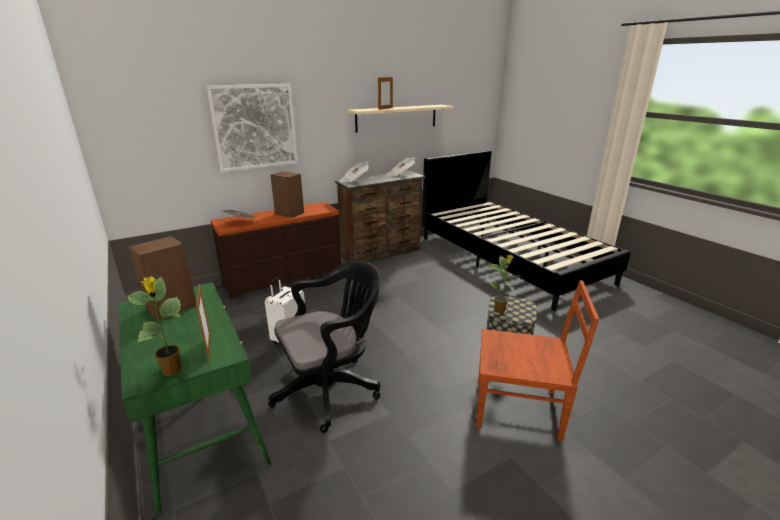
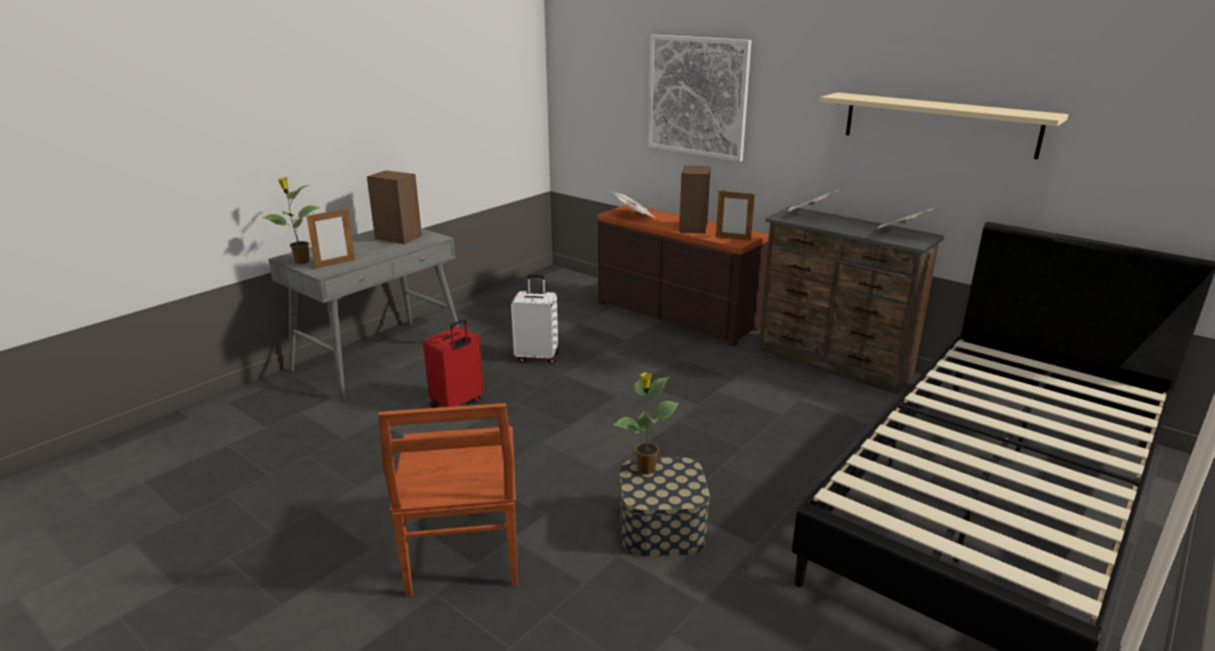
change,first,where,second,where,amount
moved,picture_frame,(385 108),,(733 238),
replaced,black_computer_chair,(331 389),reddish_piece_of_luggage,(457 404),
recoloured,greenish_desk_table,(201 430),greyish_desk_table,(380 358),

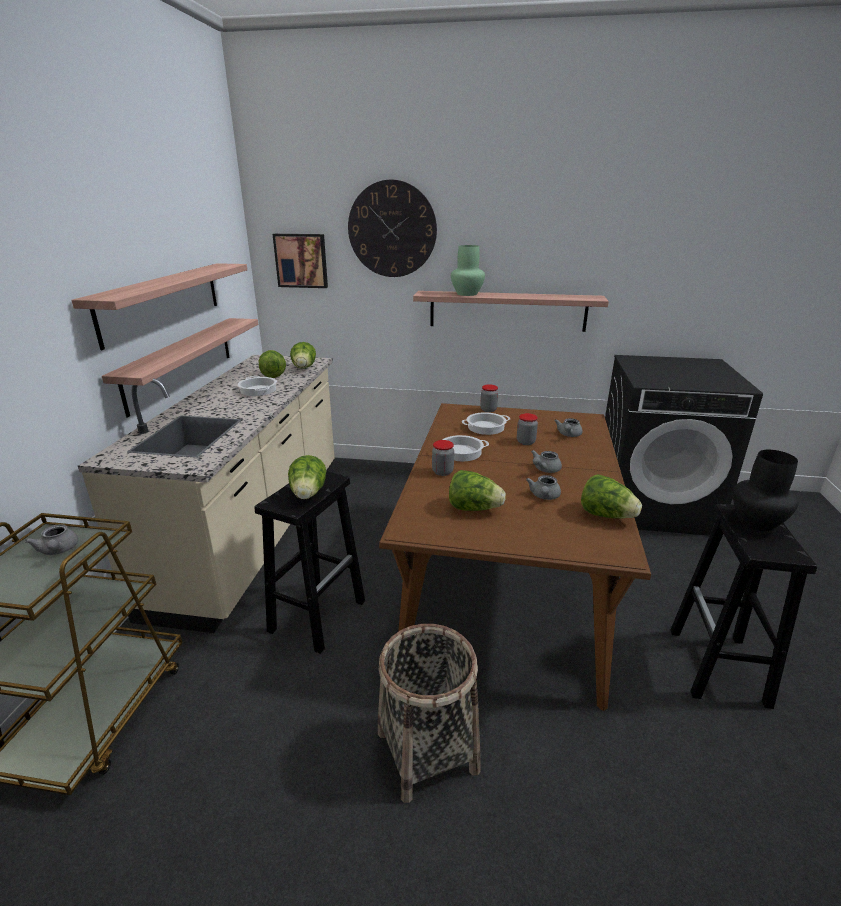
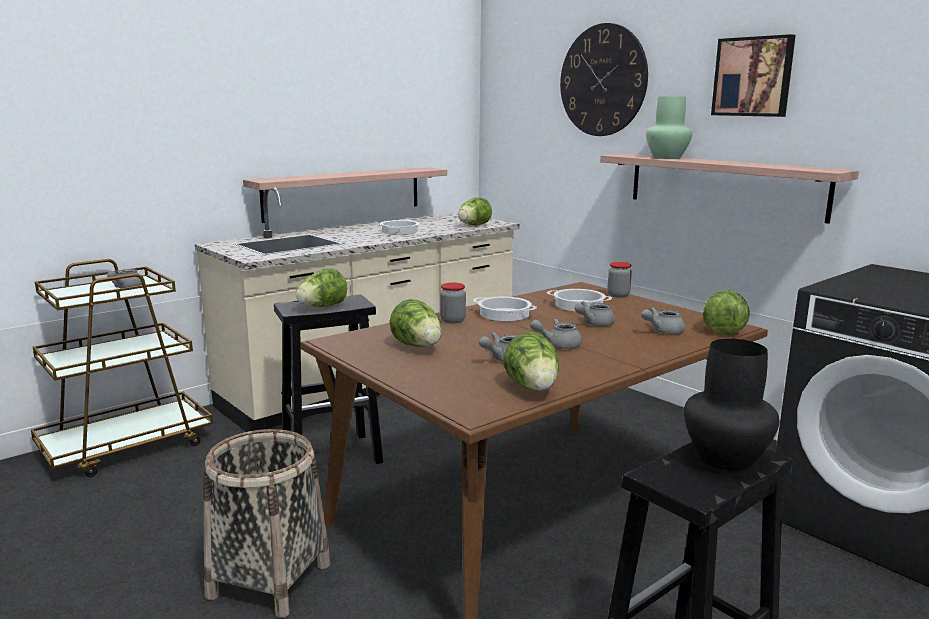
change,first,where,second,where,amount
removed,wall_shelf,(162 301),,,
moved,lettuce_head,(272 374),,(723 330),
moved,picture,(301 260),,(753 77),
replaced,preserve_jar,(525 442),greyish_tea_pot,(594 324),

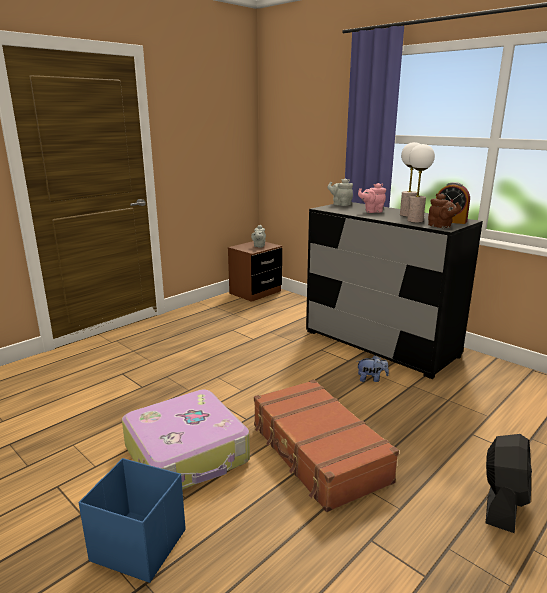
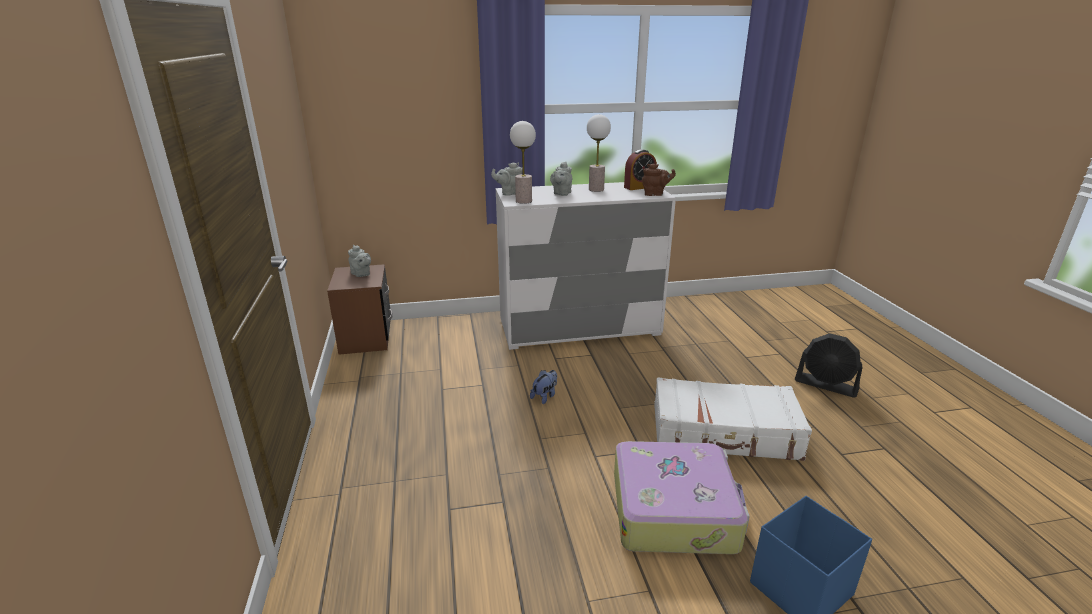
change,first,where,second,where,amount
moved,plush_toy,(371 379),,(545 396),
moved,lamp_for_a_table,(415 221),,(523 201),
recoloured,brownish_piece_of_luggage,(317 453),white_piece_of_luggage,(724 433),
recoloured,black_dresser,(379 343),white_dresser,(579 328),
recoloured,pinkish_tea_pot,(372 211),greyish_tea_pot,(561 193),
turned,black_cooling_fan,(503 503),,(826 385),150 degrees clockwise

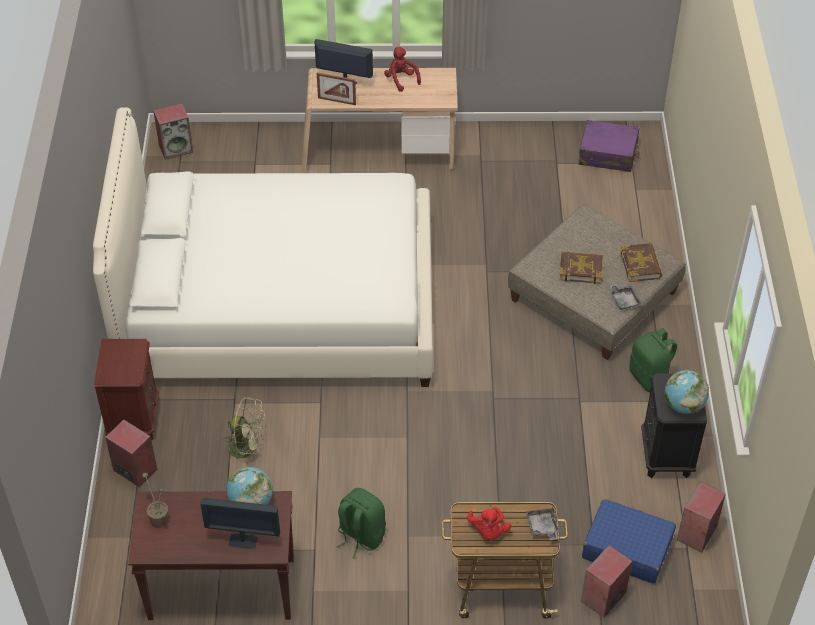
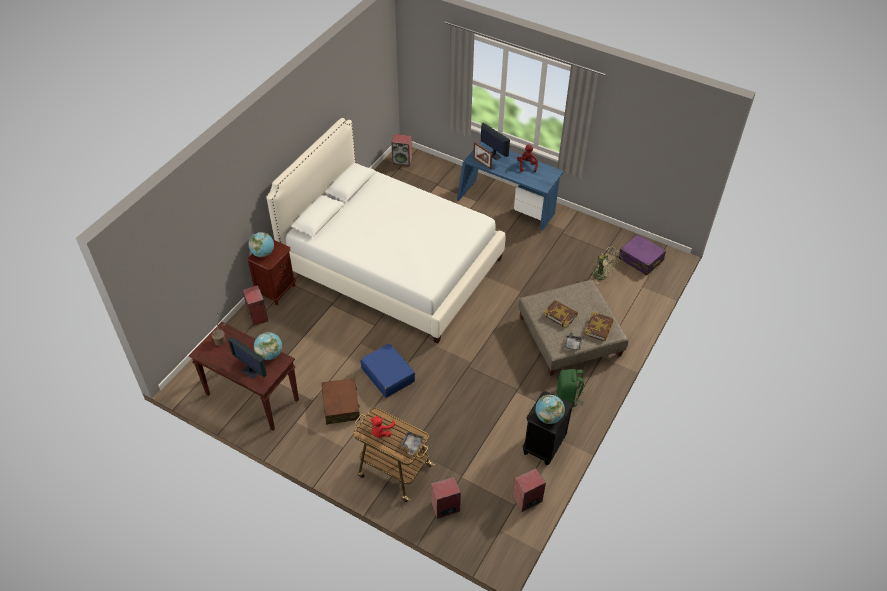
change,first,where,second,where,amount
added,,,world_globe,(263 253),
moved,greenish_cooling_fan,(247 448),,(603 276),
moved,blue_piece_of_luggage,(626 548),,(388 374),
replaced,greenish_knapsack,(360 536),brownish_piece_of_luggage,(341 405),
recoloured,sand-coloured_desk_table,(378 154),blue_desk_table,(506 206),

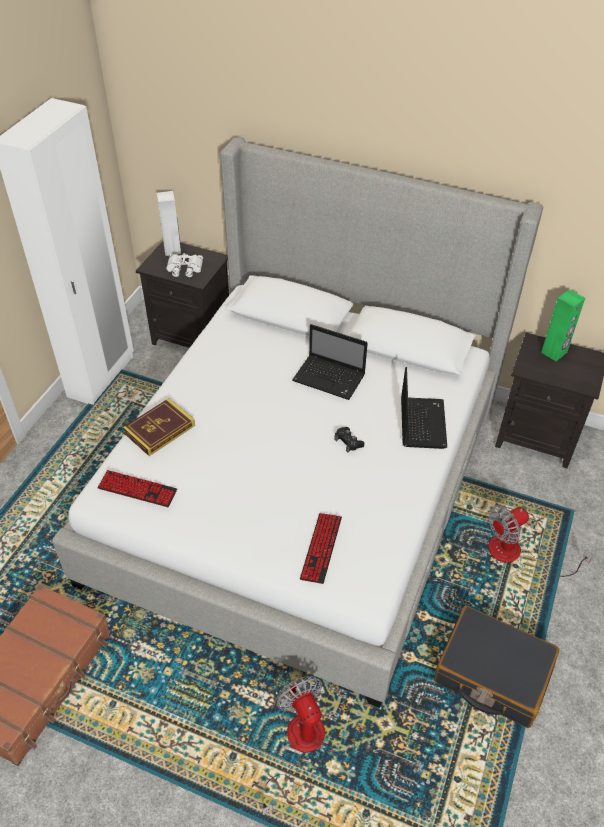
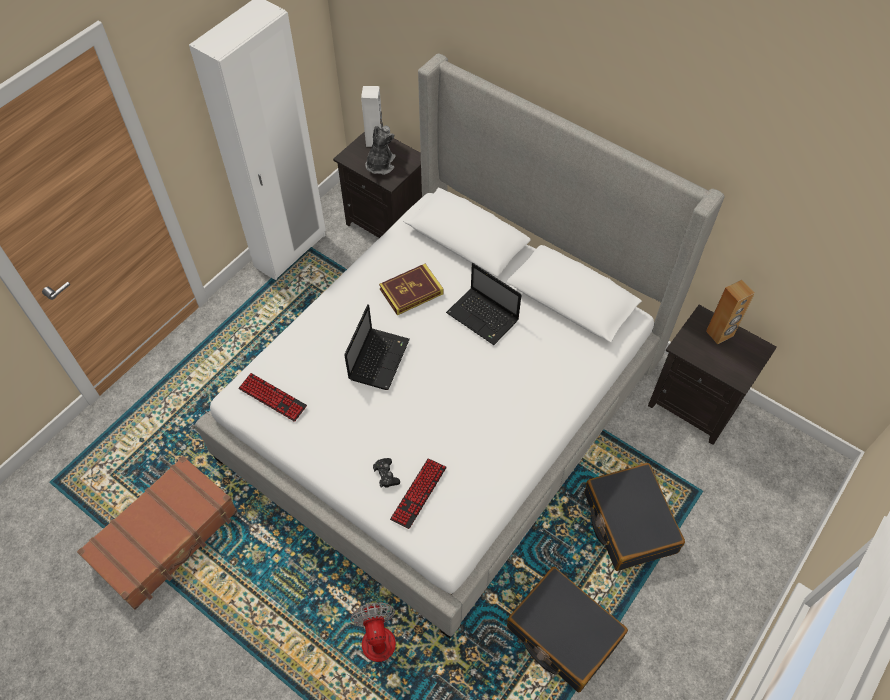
change,first,where,second,where,amount
moved,bound_book,(159 429),,(411 291),
moved,black_game_controller,(348 442),,(386 475),
moved,laptop,(422 422),,(379 358),
replaced,white_pair_of_binoculars,(184 268),plush_toy,(380 165),
replaced,cooling_fan,(516 553),black_piece_of_luggage,(629 522),
recoloured,greenish_speaker,(554 352),brownish_speaker,(719 334),

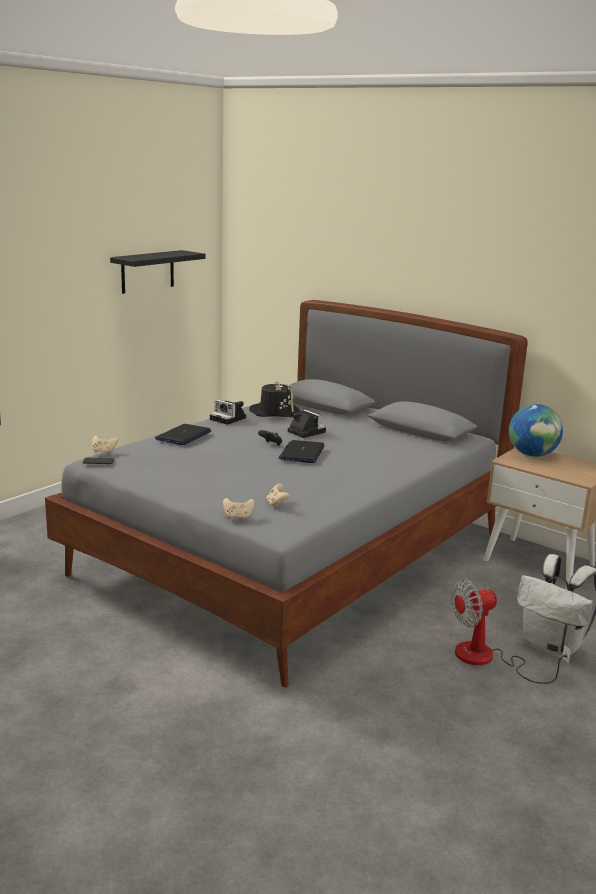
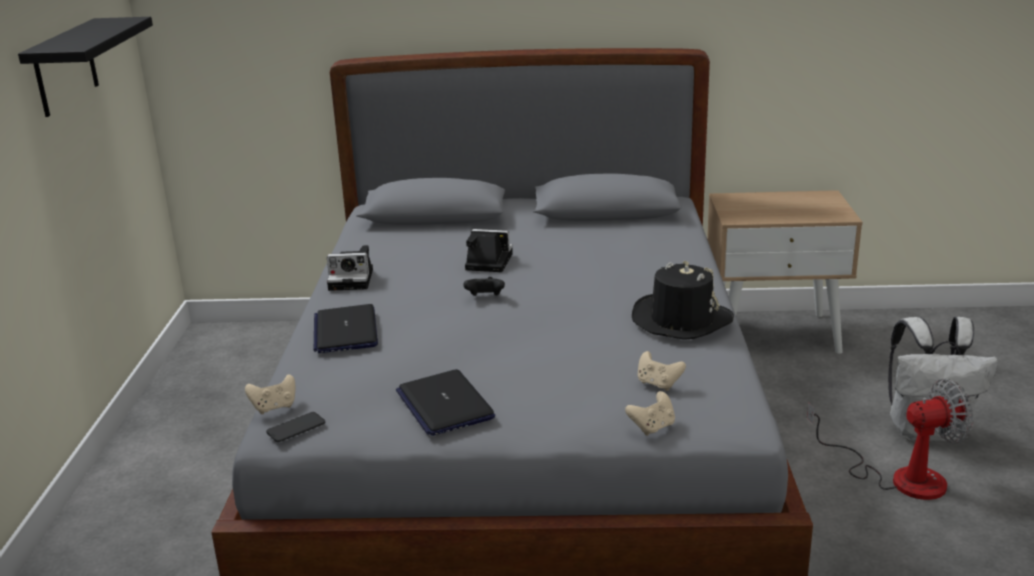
change,first,where,second,where,amount
removed,world_globe,(532 455),,,
moved,black_hat,(275 412),,(681 320),
moved,laptop,(302 453),,(444 404),
turned,cooling_fan,(488 659),,(899 477),135 degrees counterclockwise

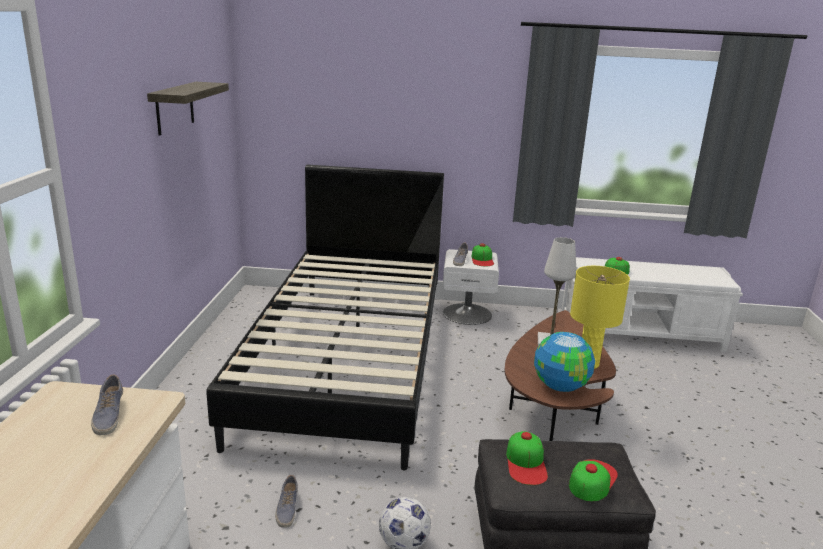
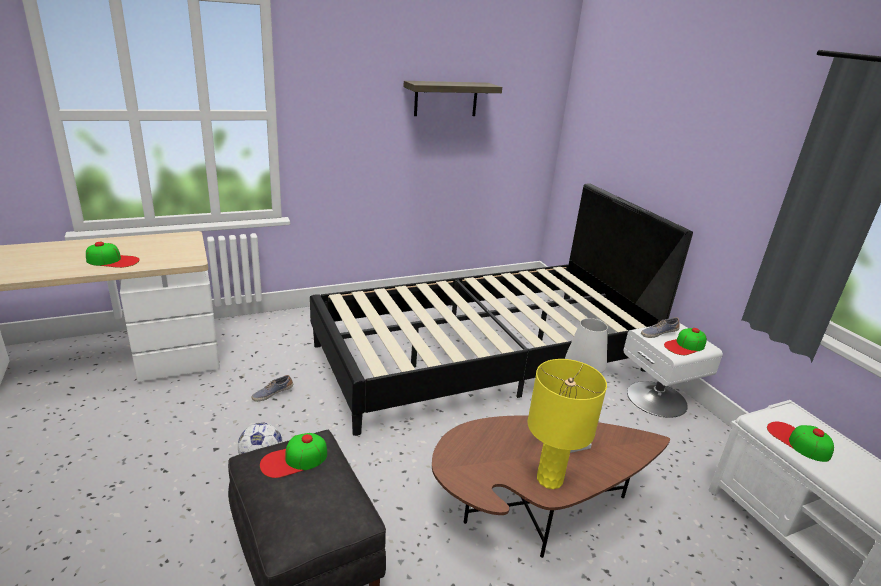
change,first,where,second,where,amount
removed,item_of_footwear,(108 416),,,
removed,world_globe,(560 386),,,
moved,baseball_cap,(592 480),,(113 260),

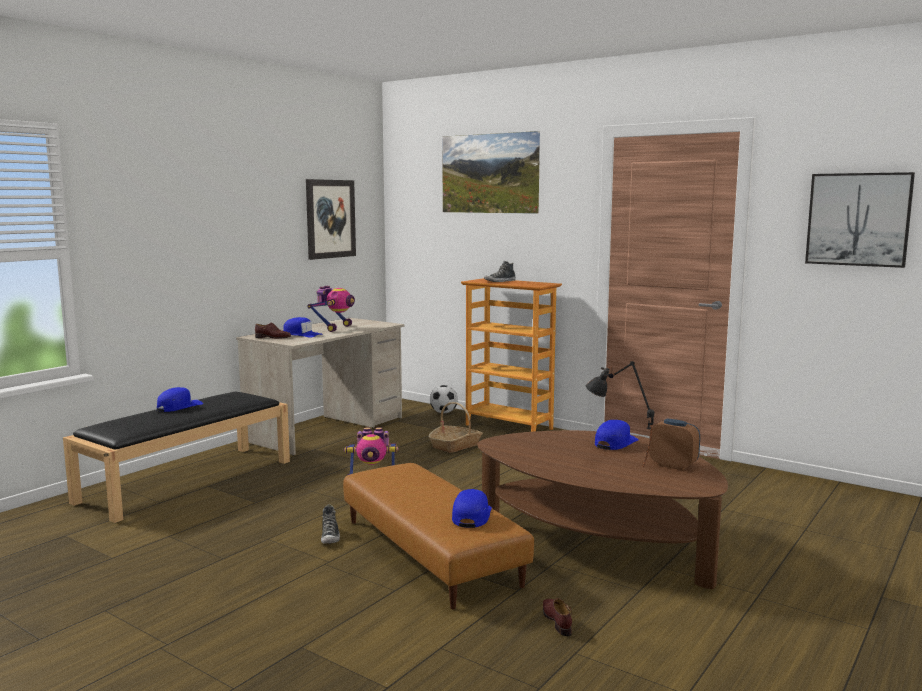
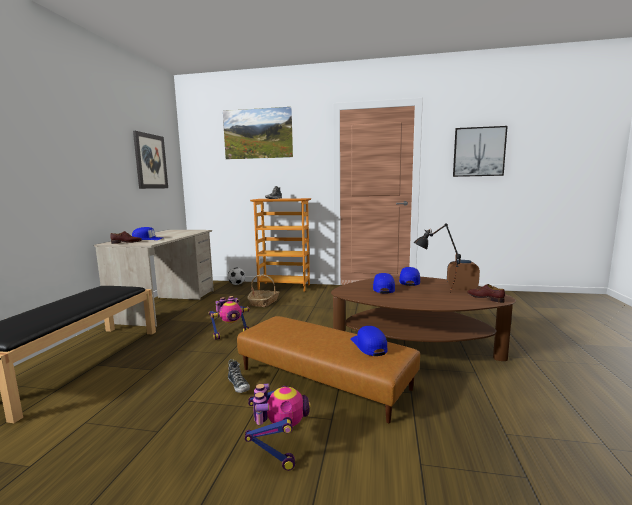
change,first,where,second,where,amount
moved,blue_baseball_cap,(179 407),,(383 288),
moved,robot_figure,(334 328),,(278 447),
moved,brownish_item_of_footwear,(557 620),,(485 298),

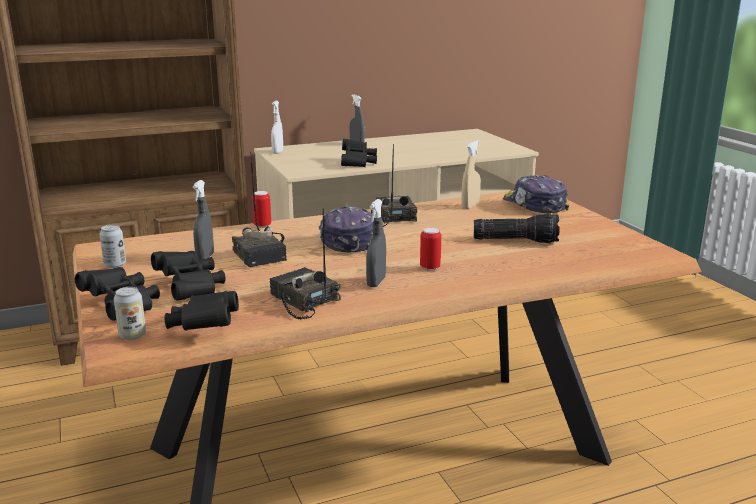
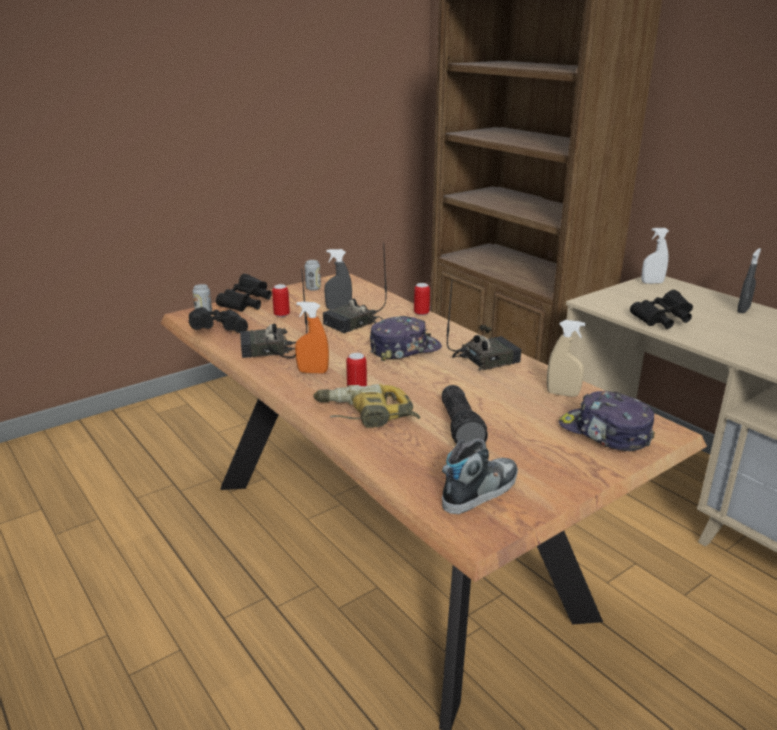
change,first,where,second,where,amount
added,,,power_drill,(365 415),
added,,,item_of_footwear,(480 491),
replaced,black_pair_of_binoculars,(190 287),can,(281 315),
recoloured,greyish_spray_bottle,(376 282),orangey_spray_bottle,(313 372),
turned,radio_set,(302 301),,(267 351),135 degrees counterclockwise
turned,baseball_cap,(534 205),,(604 433),90 degrees counterclockwise

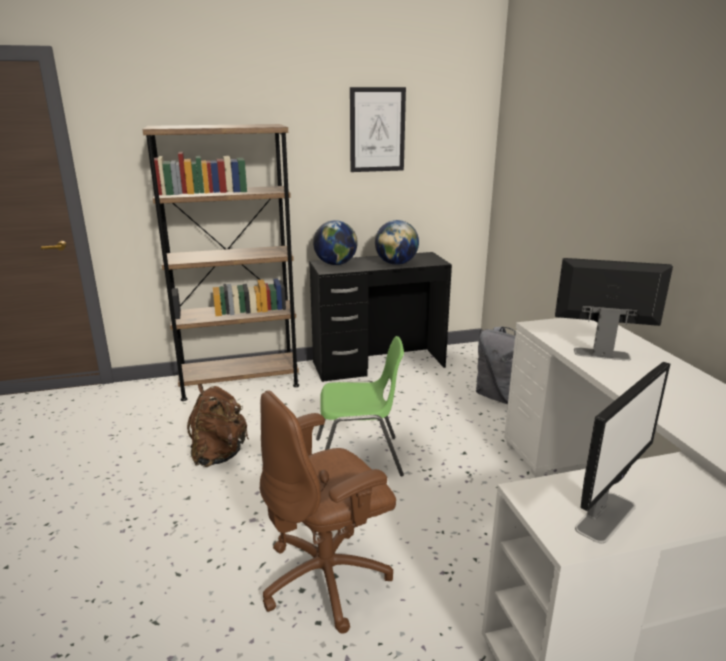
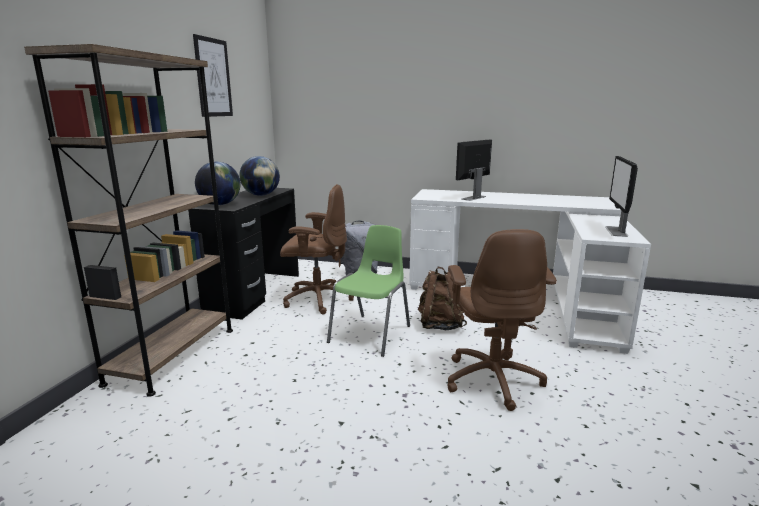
change,first,where,second,where,amount
added,,,brownish_computer_chair,(317 299),
moved,brownish_knapsack,(218 455),,(440 325),
turned,computer_display,(606 516),,(616 231),150 degrees counterclockwise

